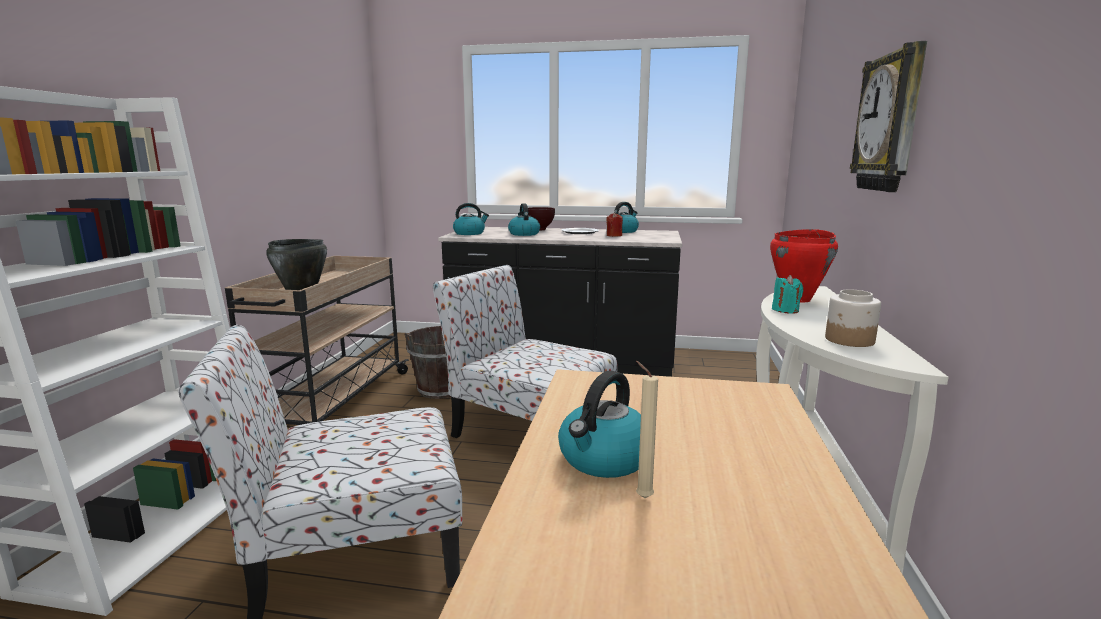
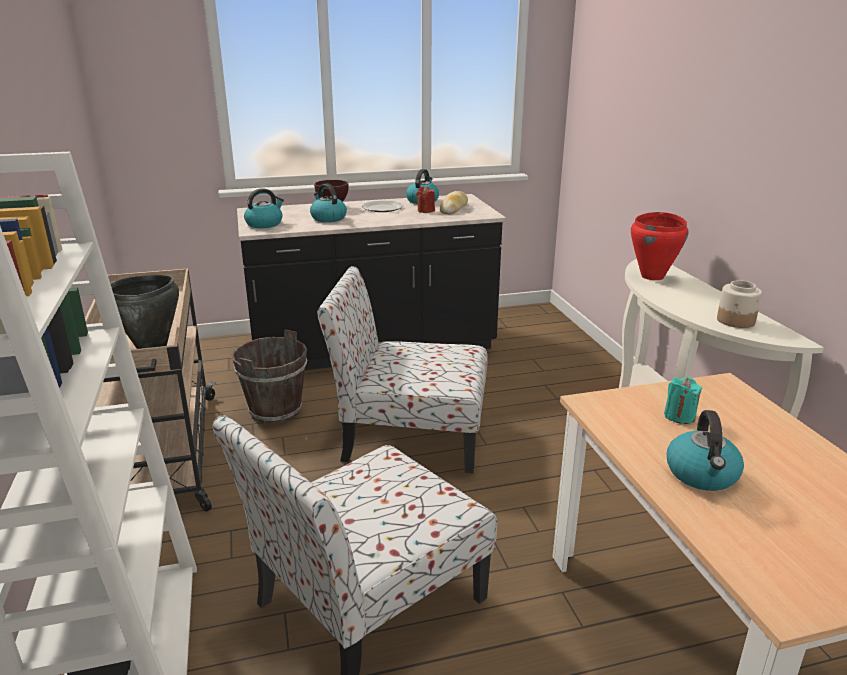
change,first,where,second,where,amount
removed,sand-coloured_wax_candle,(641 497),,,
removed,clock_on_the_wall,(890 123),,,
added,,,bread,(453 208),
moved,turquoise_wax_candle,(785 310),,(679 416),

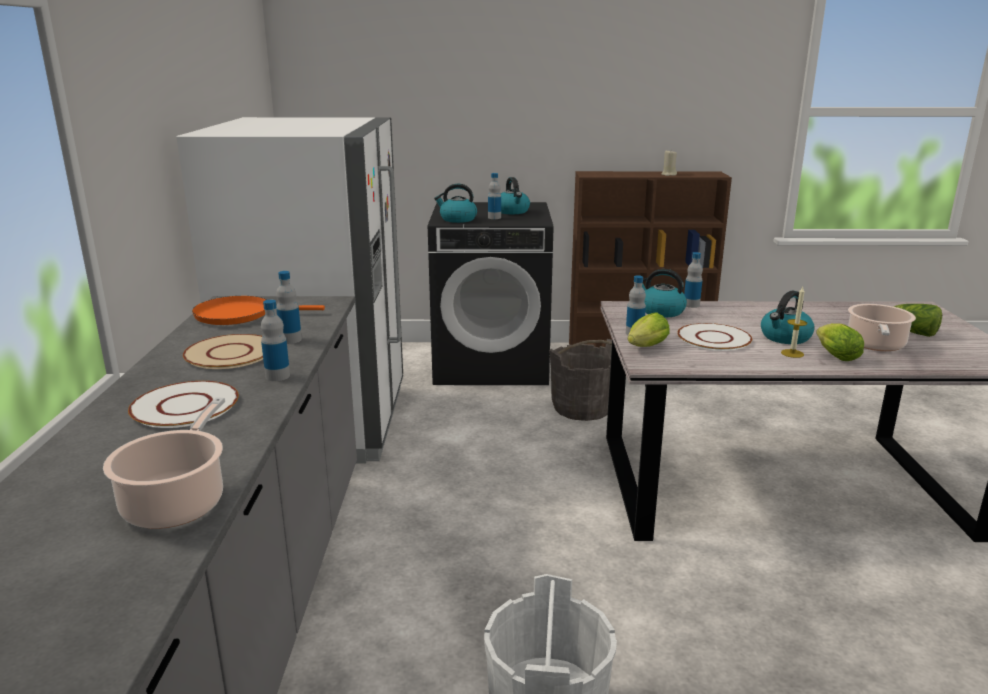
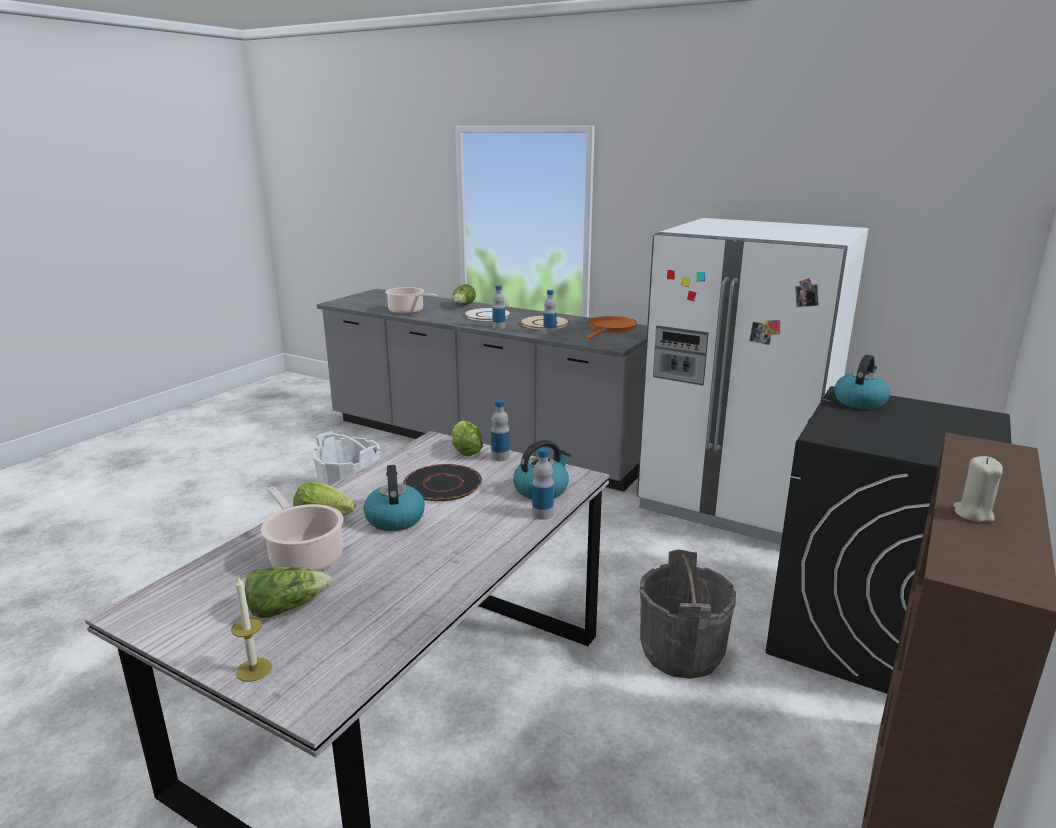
change,first,where,second,where,amount
removed,bottle,(494 217),,,
removed,kettle,(512 211),,,
added,,,lettuce_head,(463 305),
moved,wax_candle,(792 353),,(254 669),
recoloured,white_dinner_plate,(713 338),black_dinner_plate,(443 484),

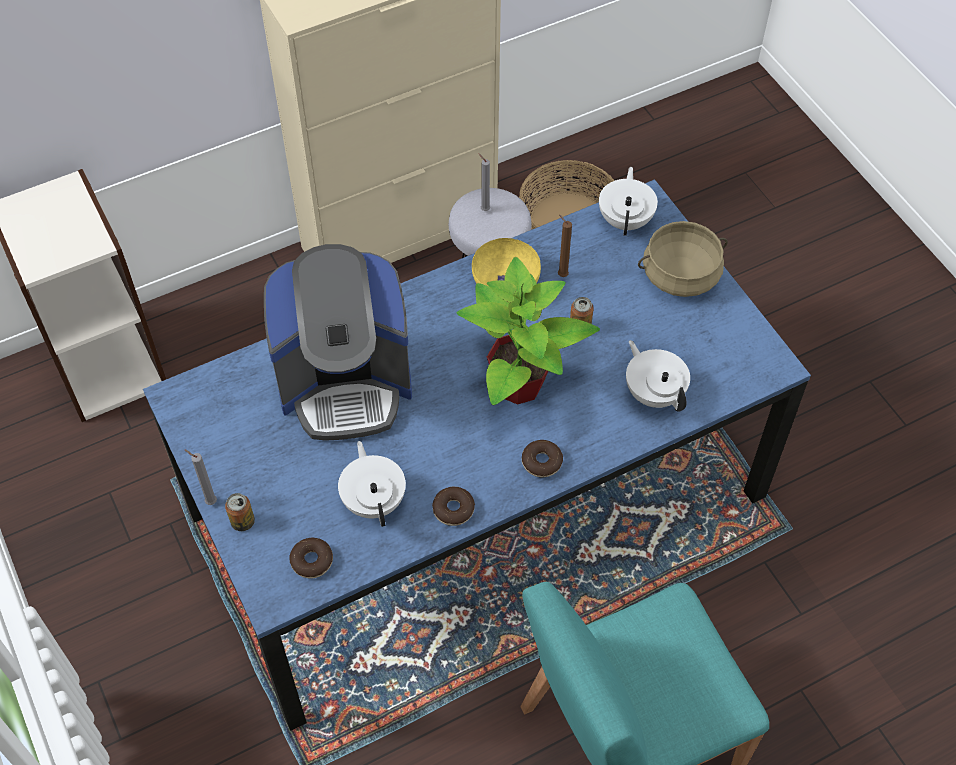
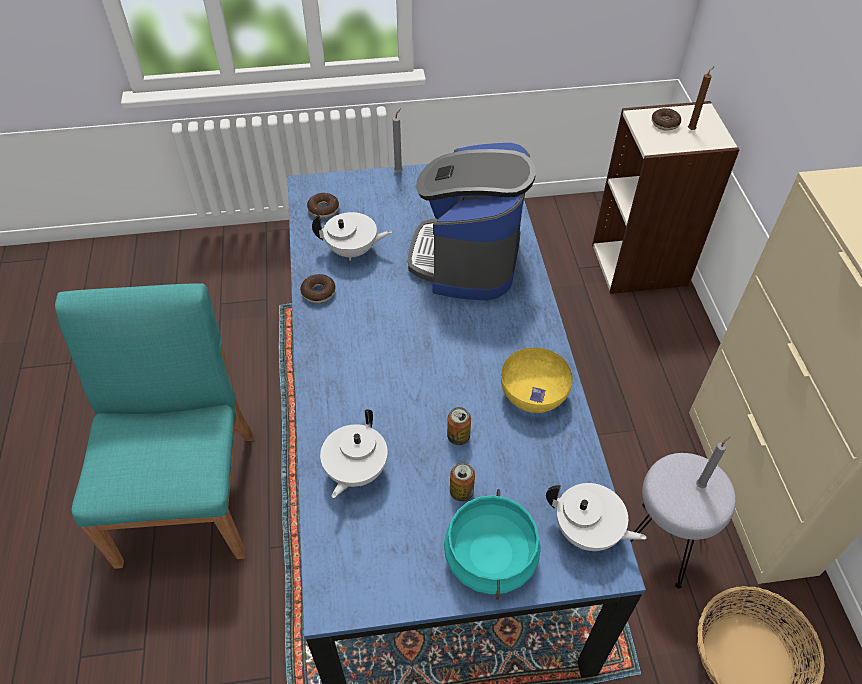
change,first,where,second,where,amount
removed,houseplant,(519 386),,,
moved,can,(242 522),,(461 492),
moved,doughnut,(541 462),,(665 123),
moved,brownish_wax_candle,(561 274),,(692 129),
recoloured,sand-coloured_cooking_pot,(680 274),turquoise_cooking_pot,(491 557),
turned,white_tea_pot,(654 393),,(355 471),120 degrees clockwise

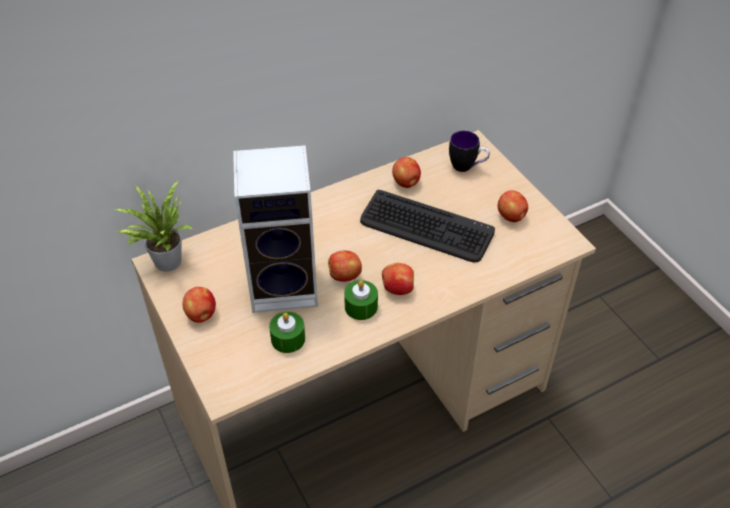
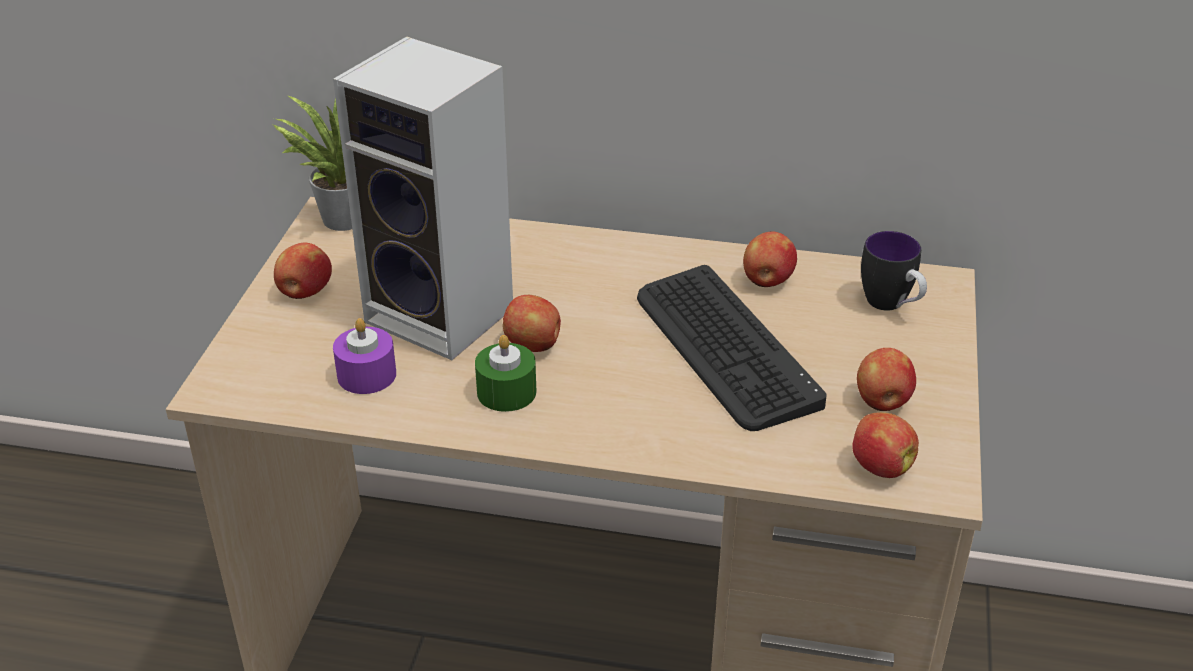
change,first,where,second,where,amount
moved,whole_apple,(397 289),,(879 466),
recoloured,greenish_wax_candle,(288 339),purplish_wax_candle,(366 375),

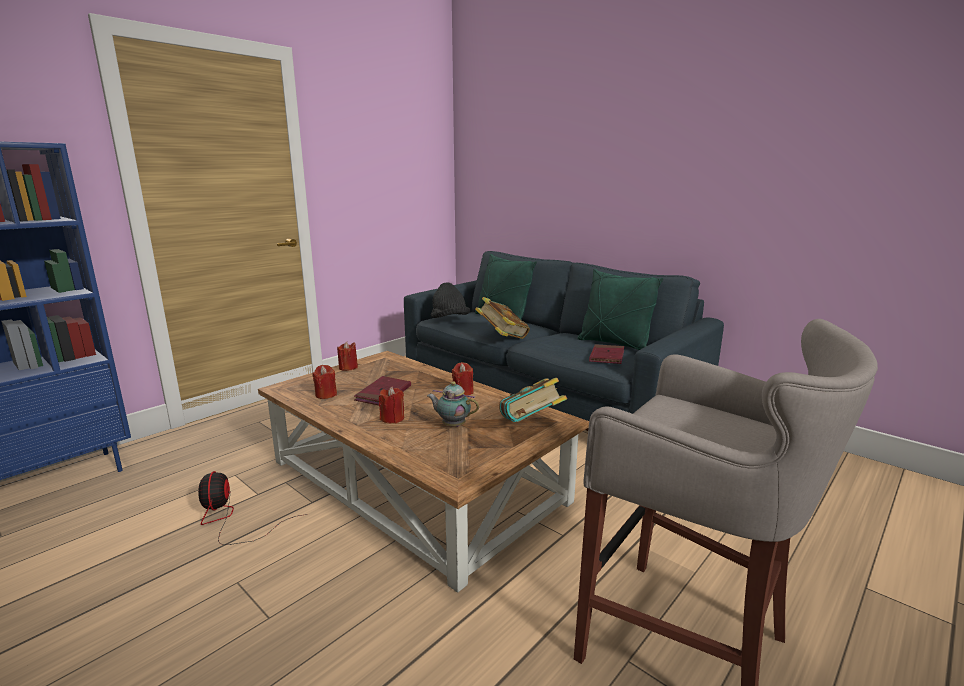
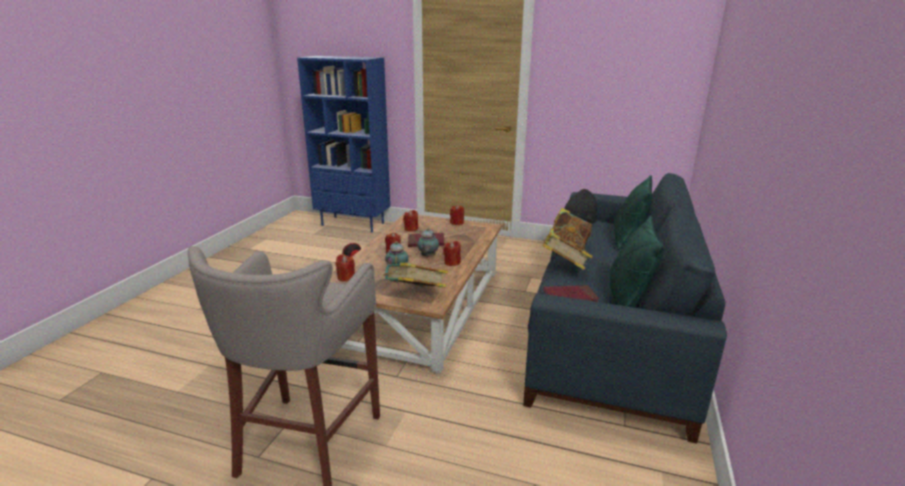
change,first,where,second,where,amount
added,,,reddish_wax_candle,(346 277),
added,,,tea_pot,(427 257),
added,,,bound_book,(564 268),

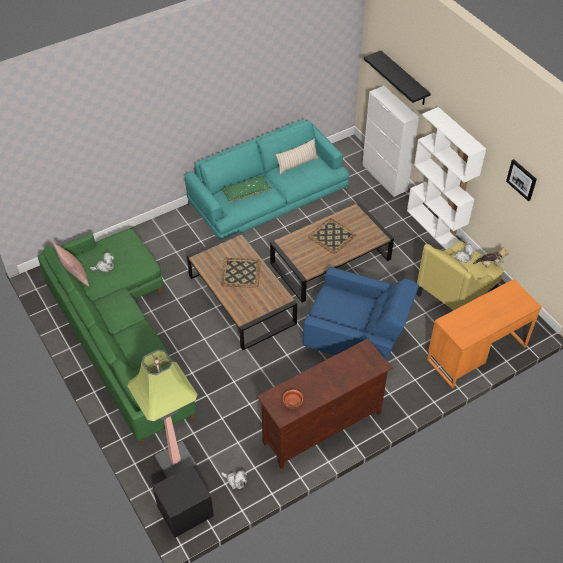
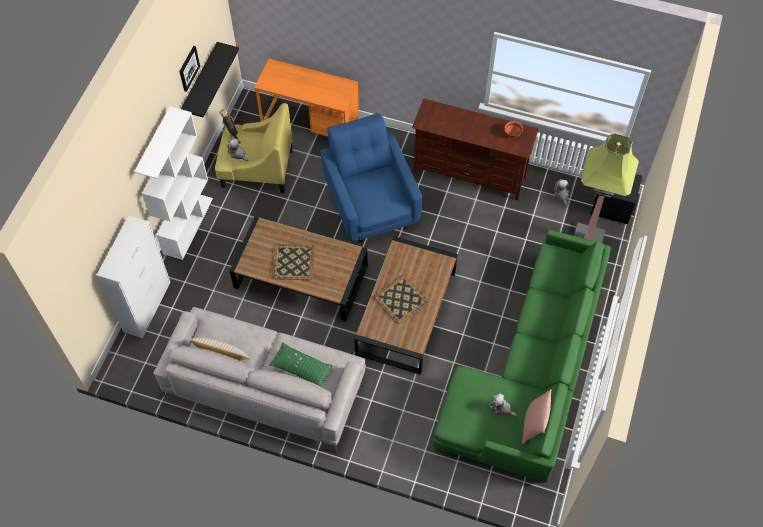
change,first,where,second,where,amount
moved,black_wall_shelf,(404 79),,(200 81),
recoloured,turquoise_settee,(268 199),greyish_settee,(264 385),

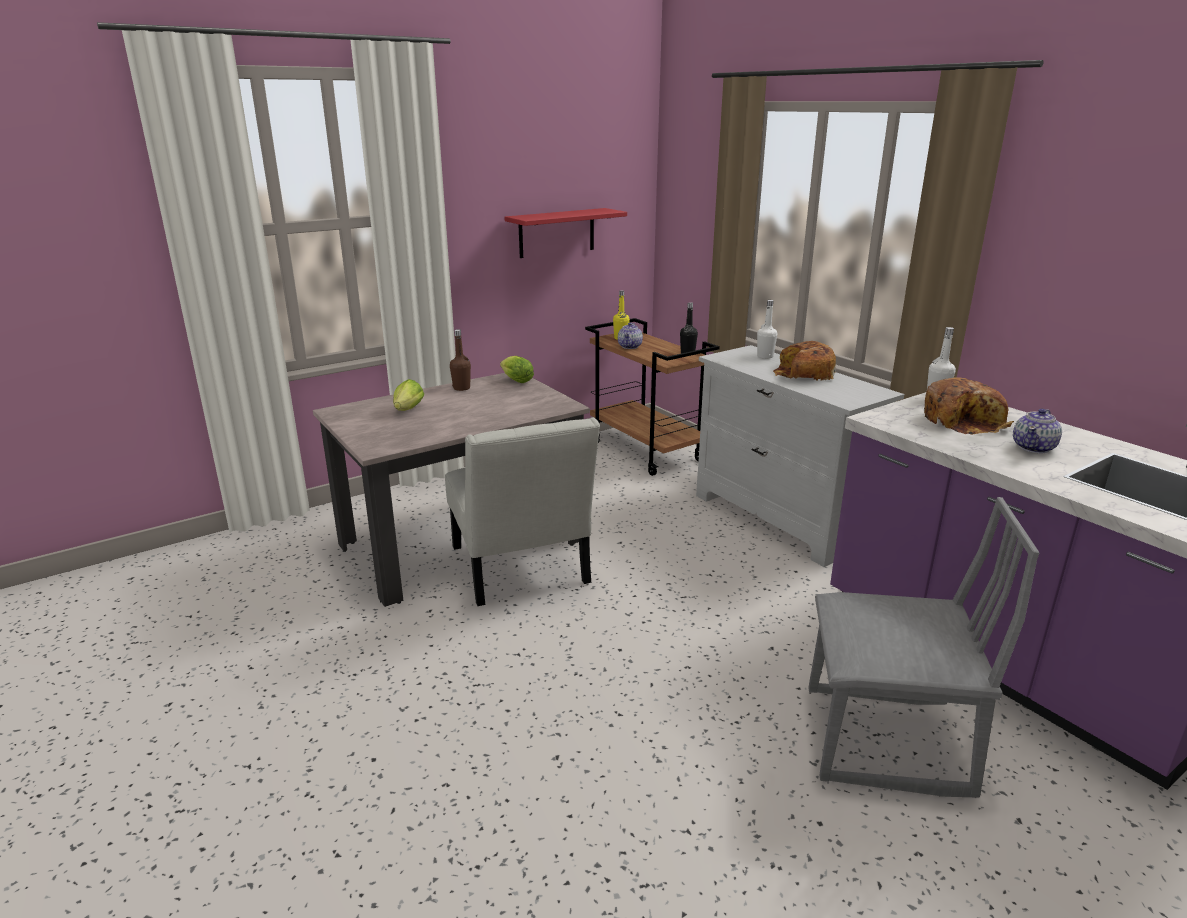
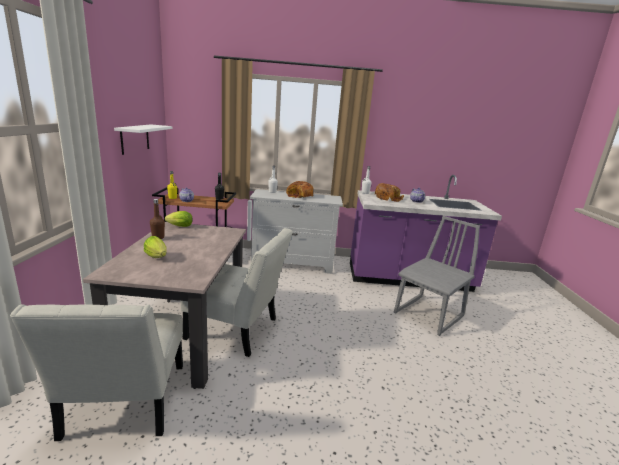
change,first,where,second,where,amount
added,,,white_chair,(124 405),
recoloured,reddish_wall_shelf,(556 233),white_wall_shelf,(135 138),

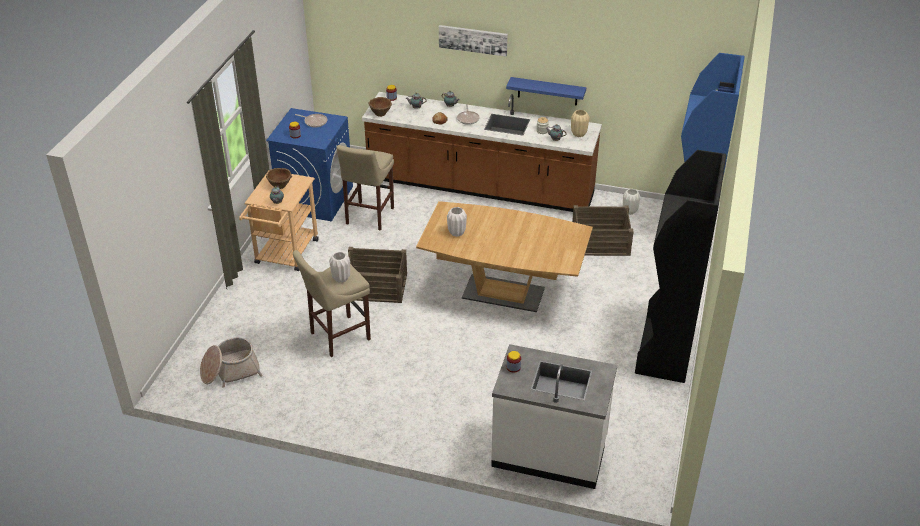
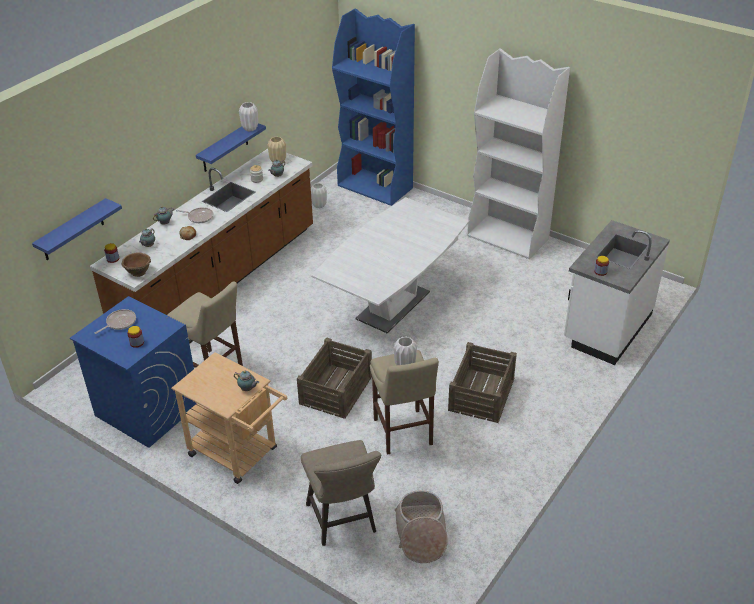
change,first,where,second,where,amount
removed,brownish_serving_bowl,(280 185),,,
removed,picture,(473 40),,,
added,,,blue_wall_shelf,(72 230),
added,,,sand-coloured_stool_seat,(343 522),
moved,white_decorative_vase,(456 233),,(250 128),
moved,crate,(600 241),,(481 394),
recoloured,brownish_kitchen_table,(503 293),white_kitchen_table,(393 306),
recoloured,black_bookcase,(665 351),white_bookcase,(508 237),

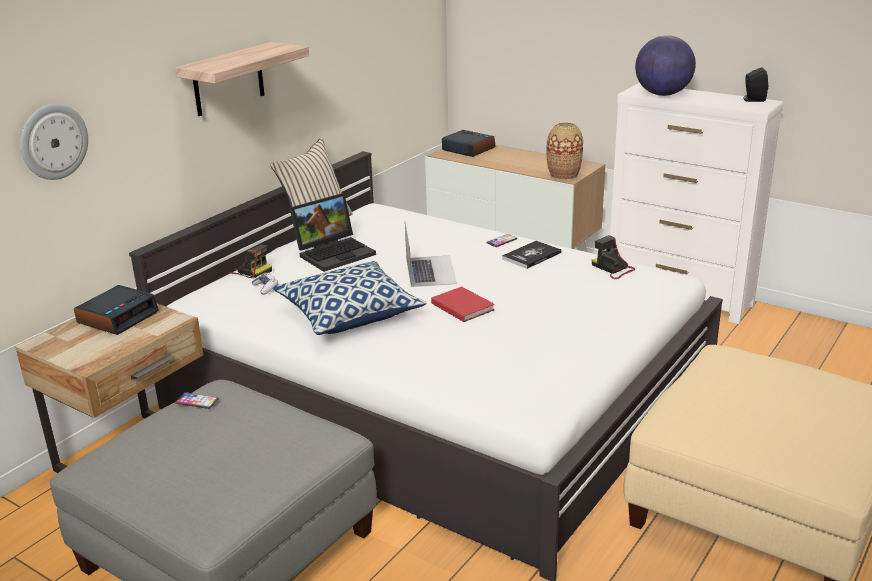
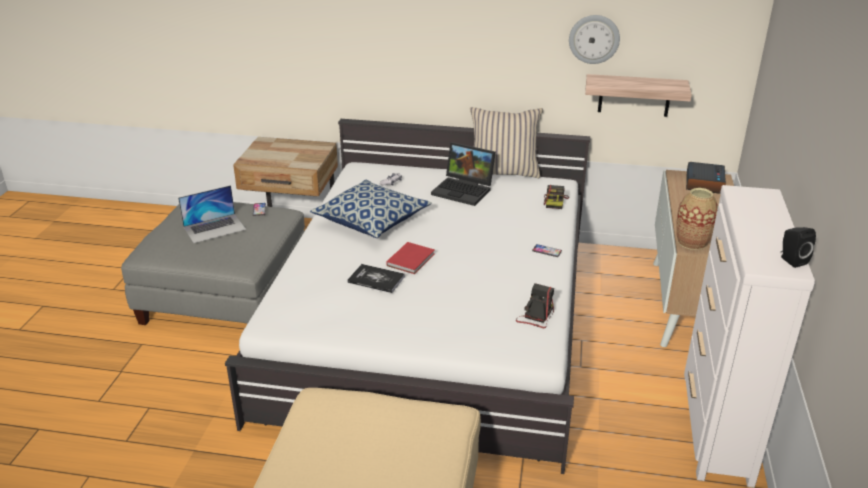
change,first,where,second,where,amount
removed,table_clock,(118 317),,,
removed,world_globe,(662 94),,,
moved,clock_on_the_wall,(53 141),,(594 39),
moved,wall_shelf,(228 79),,(634 95),
moved,photo_camera,(251 271),,(555 201),
moved,laptop,(430 271),,(215 228),
moved,bound_book,(531 256),,(376 279),

